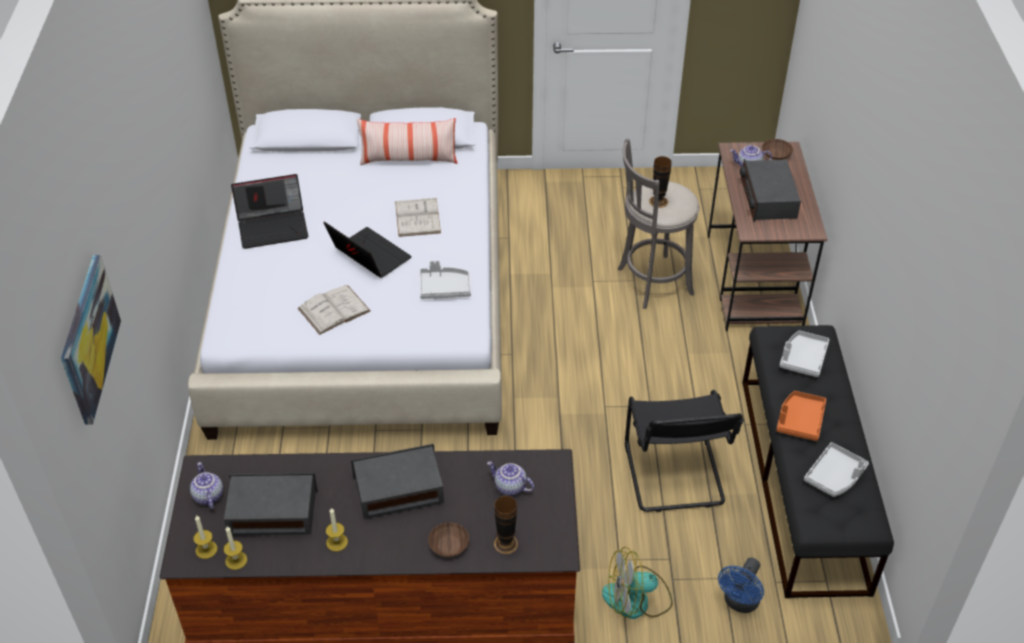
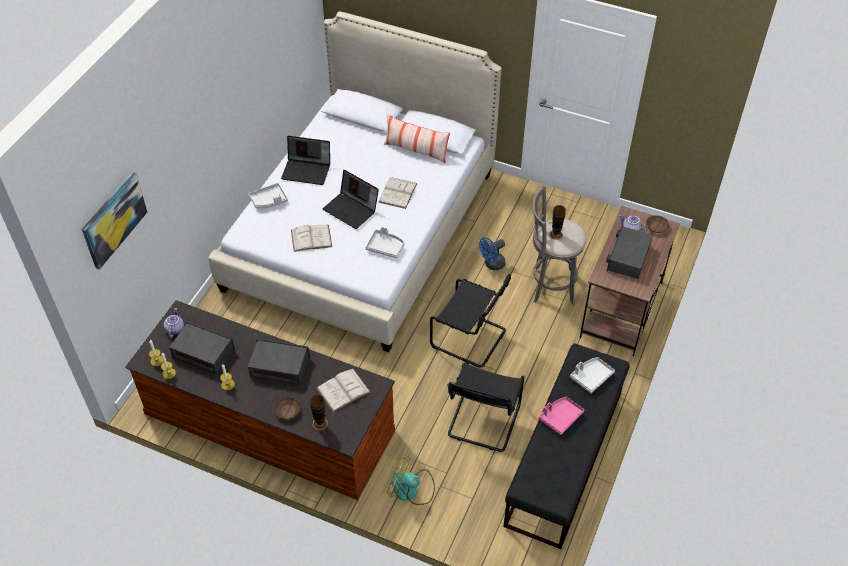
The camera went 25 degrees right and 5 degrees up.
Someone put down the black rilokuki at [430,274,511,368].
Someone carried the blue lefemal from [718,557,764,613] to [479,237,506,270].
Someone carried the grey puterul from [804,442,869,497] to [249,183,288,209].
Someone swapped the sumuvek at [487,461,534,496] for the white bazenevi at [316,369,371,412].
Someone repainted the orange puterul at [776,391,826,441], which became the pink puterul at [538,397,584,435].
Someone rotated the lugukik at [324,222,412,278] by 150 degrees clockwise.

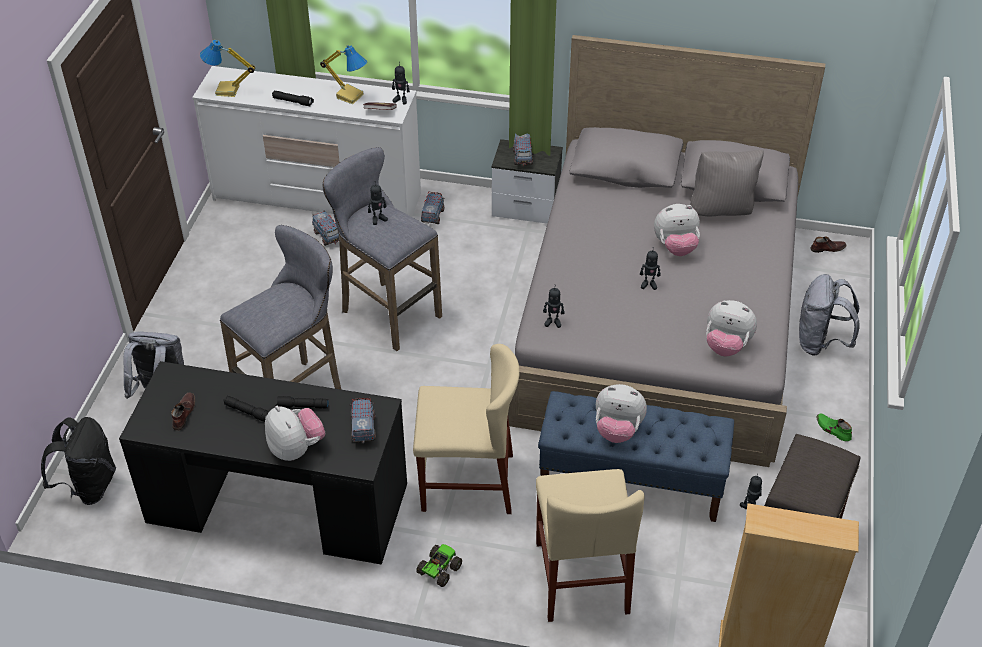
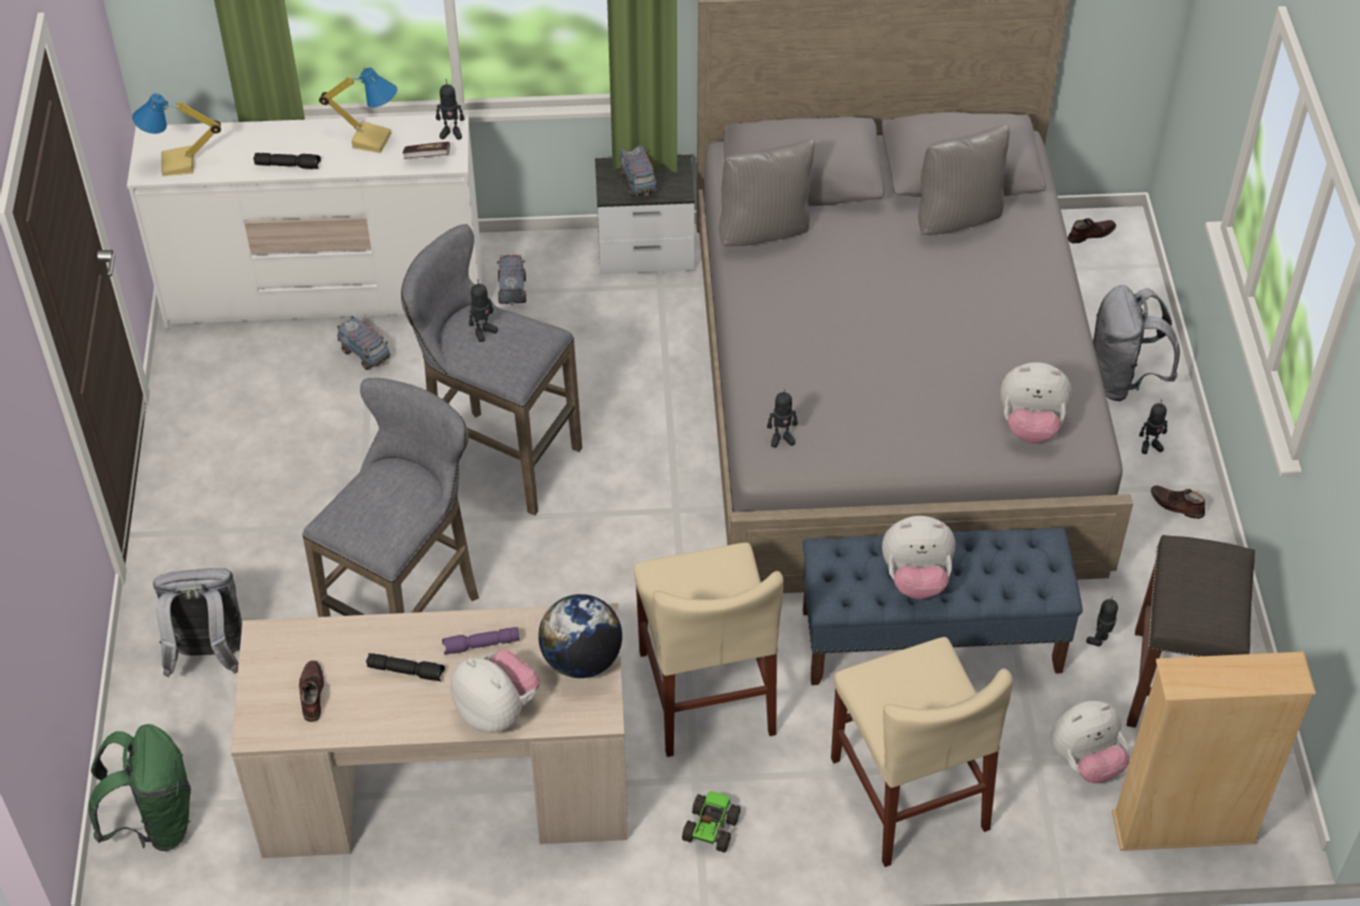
The camera went 15 degrees left and 5 degrees up.
Someone put down the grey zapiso at [719,140,814,246].
Someone carried the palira from [640,247,661,290] to [1139,400,1167,454].
Someone carried the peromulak from [654,204,700,256] to [1050,701,1130,783].
Someone swapped the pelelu at [350,398,376,444] for the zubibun at [538,594,622,678].
Someone repainted the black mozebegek at [41,417,116,505], which became the green mozebegek at [88,724,191,851].
Someone repainted the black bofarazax at [119,361,407,565], which became the beige bofarazax at [231,603,628,858].
Someone repainted the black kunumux at [276,396,329,409], which became the purple kunumux at [442,627,520,655].
Someone repainted the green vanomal at [817,413,852,442], which became the brown vanomal at [1151,486,1205,519].
Someone rotated the beige rilokuki at [413,344,520,514] by 90 degrees clockwise.

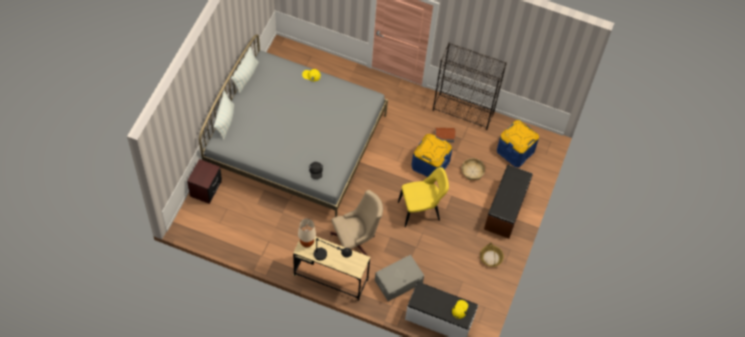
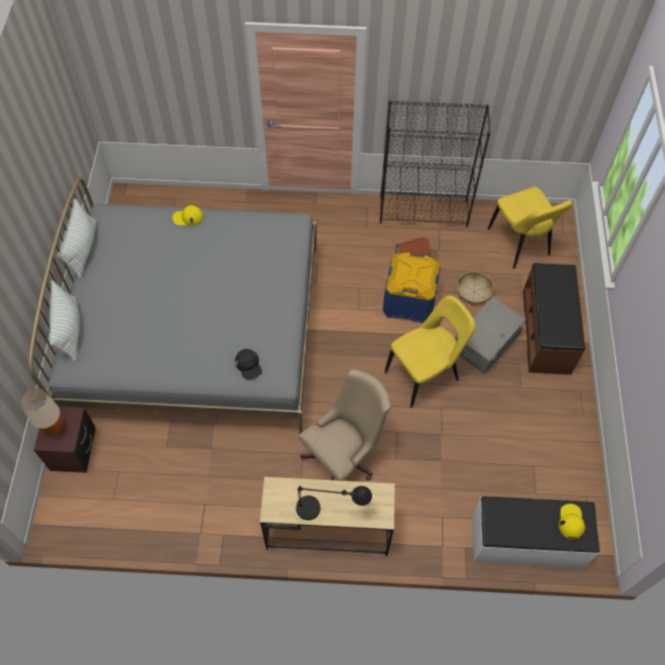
The camera went 15 degrees left and 0 degrees up.
Someone took away the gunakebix at [480,243,504,267].
Someone carried the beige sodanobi from [298,218,316,247] to [21,388,64,436].
Someone carried the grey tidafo from [375,255,424,301] to [455,297,526,375].
Someone swapped the blue tidafo at [497,120,539,167] for the yellow rilokuki at [488,187,573,269].

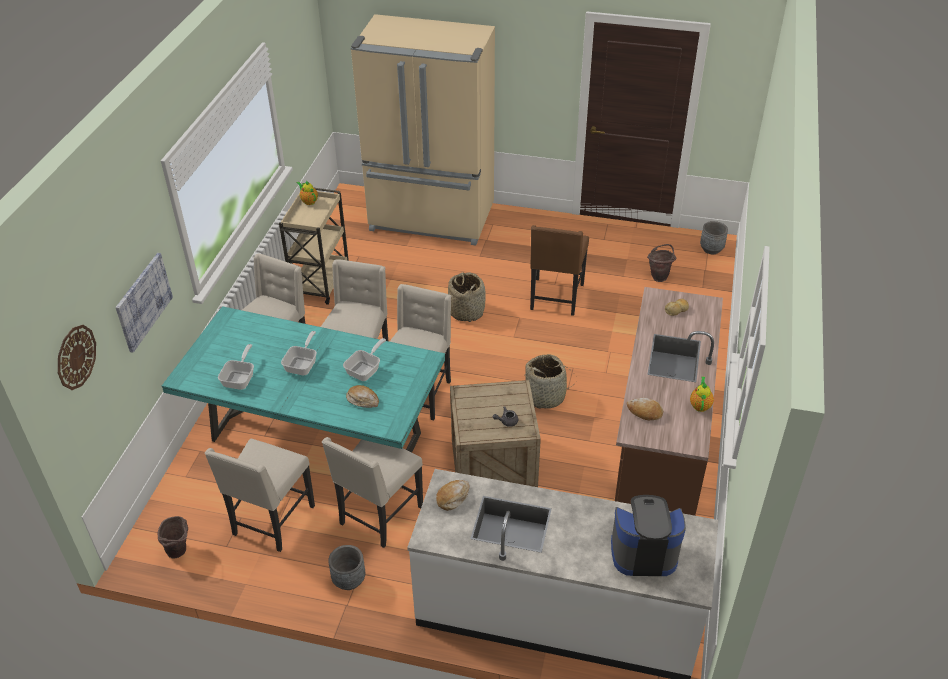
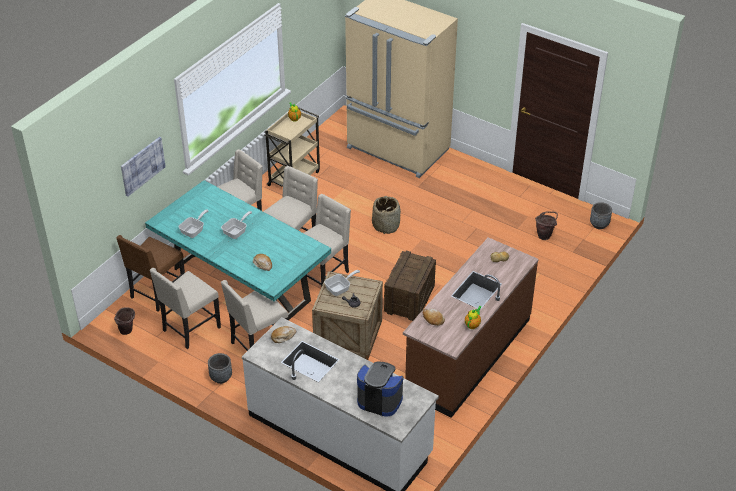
The camera went 20 degrees right and 0 degrees up.
Someone took away the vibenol at [58,325,96,390].
Someone carried the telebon from [343,338,386,381] to [324,270,360,296].
Someone carried the brown rilokuki from [530,225,589,316] to [116,235,185,312].
Someone swapped the gunakebix at [523,354,576,409] for the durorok at [384,251,436,321].

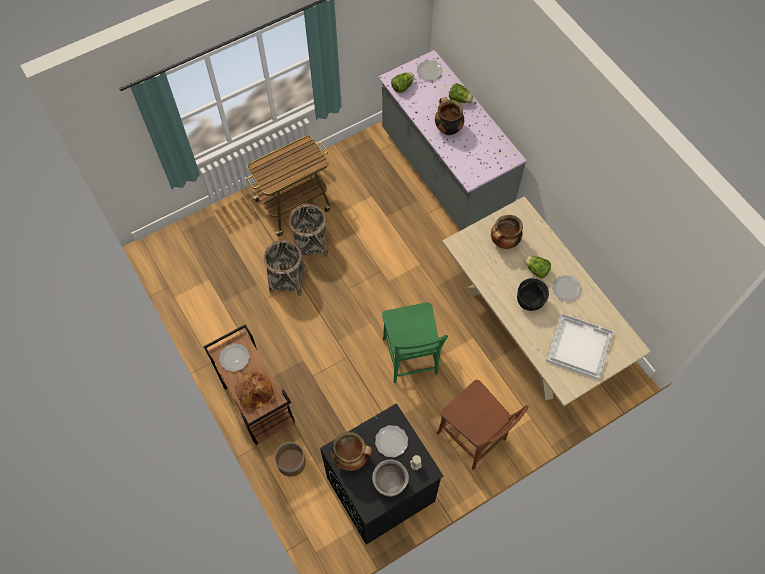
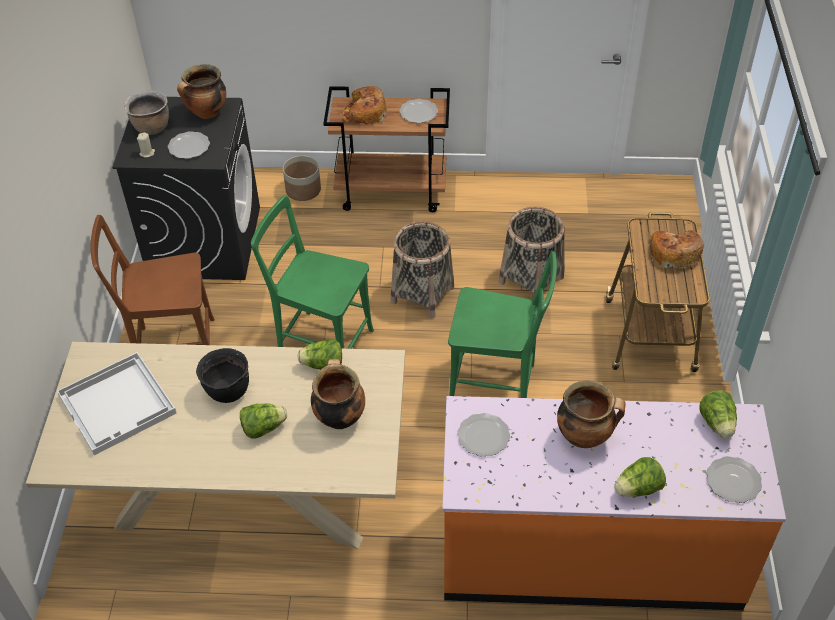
The camera went 125 degrees right and 15 degrees down.
Someone put down the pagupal at [298,339,342,370].
Someone put down the green rilokuki at [448,251,557,398].
Someone put down the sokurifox at [649,230,704,268].
Someone carried the gunakebix from [289,204,328,258] to [391,221,454,318].
Someone carried the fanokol from [552,275,582,302] to [457,413,510,457].
Someone repainted the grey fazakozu at [378,50,527,230], which became the orange fazakozu at [442,396,786,611].

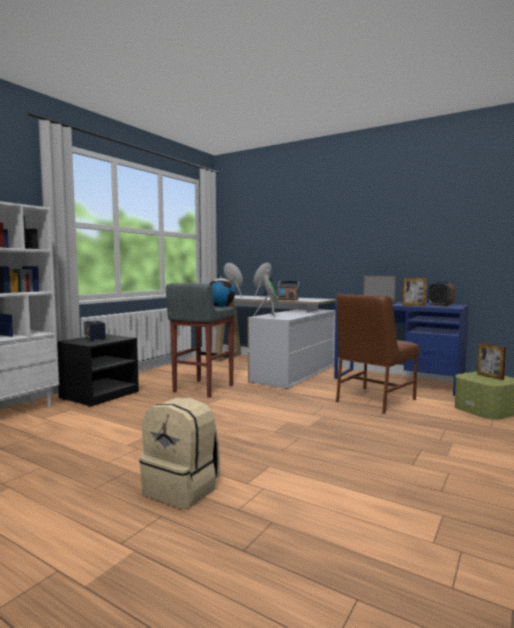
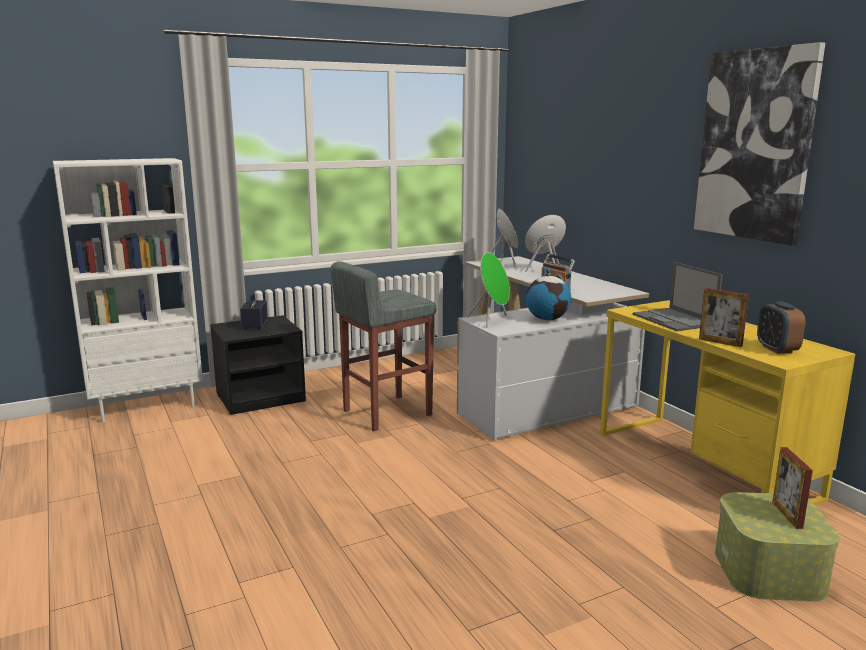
The camera went 30 degrees right and 10 degrees up.
Someone took away the beige mozebegek at [139,398,220,509].
Someone took away the brown rilokuki at [336,294,420,414].
Someone put up the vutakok at [694,42,825,245].
Someone carried the zubibun from [209,274,235,307] to [526,270,571,320].
Someone repainted the blue bofarazax at [334,302,469,396], which became the yellow bofarazax at [600,300,855,505].

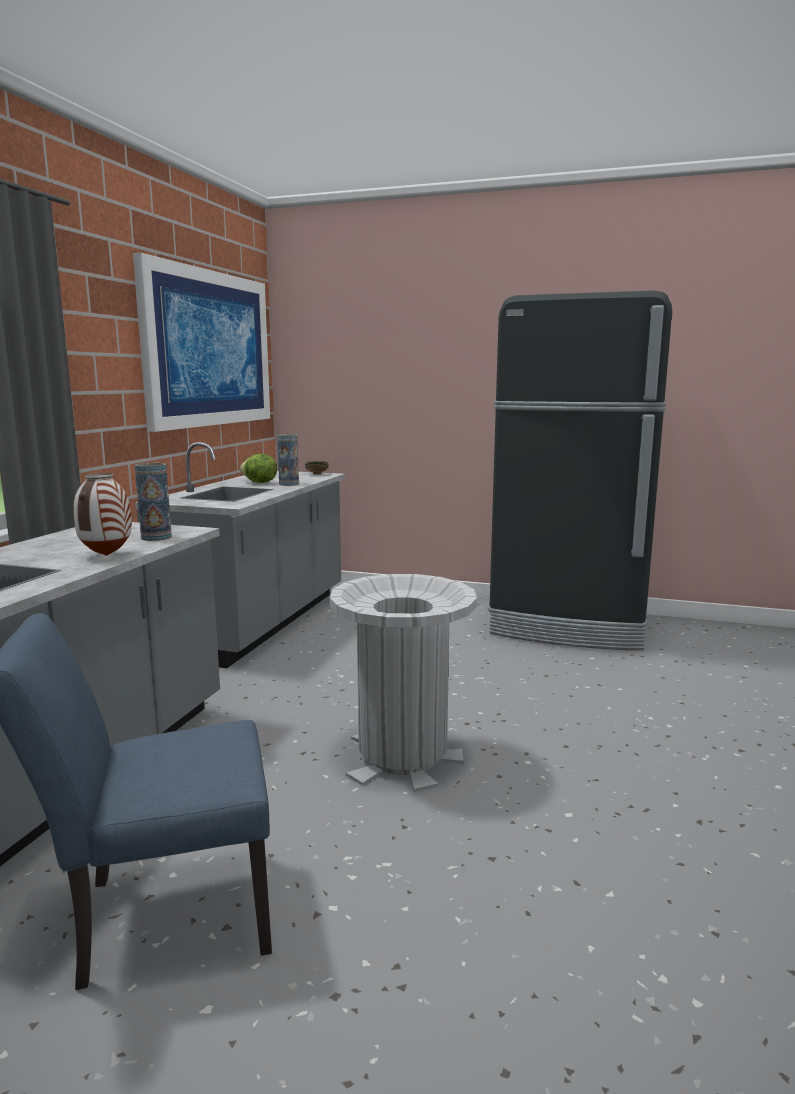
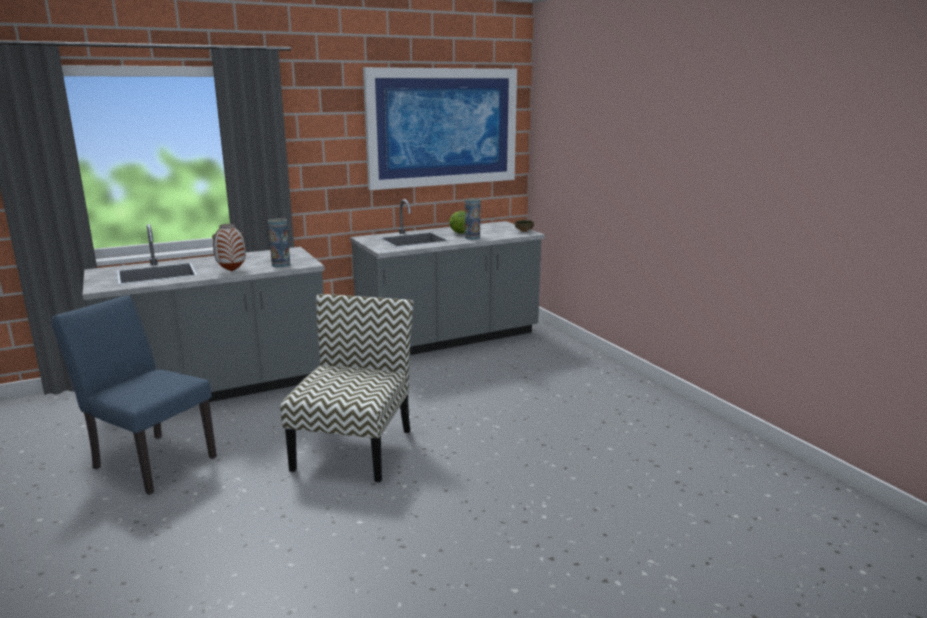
The camera went 45 degrees right and 5 degrees up.
Someone took away the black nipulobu at [488,291,672,650].
Someone swapped the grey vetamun at [330,574,477,792] for the rilokuki at [280,294,413,482].

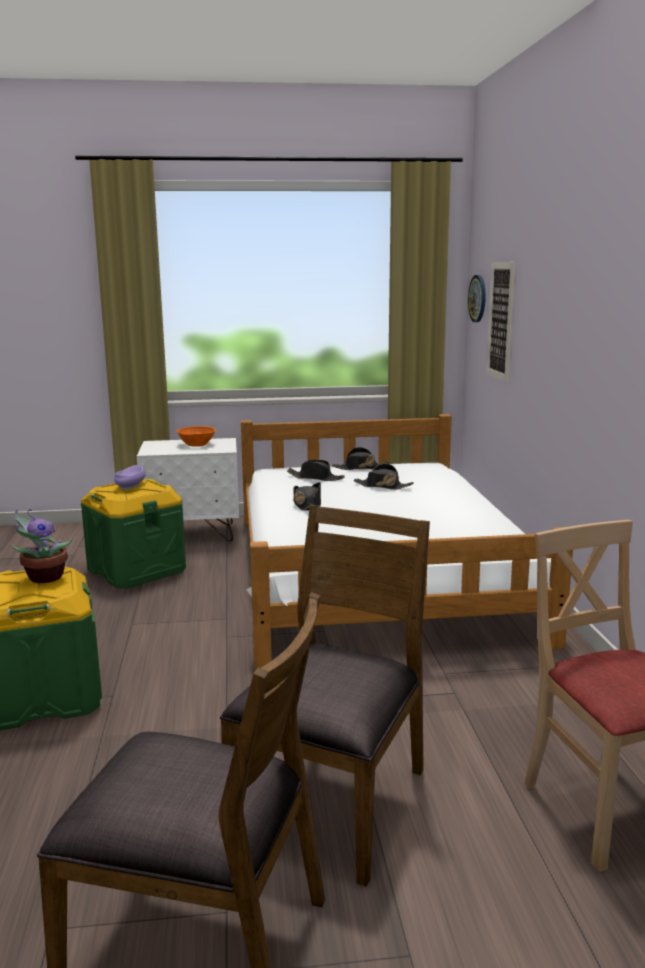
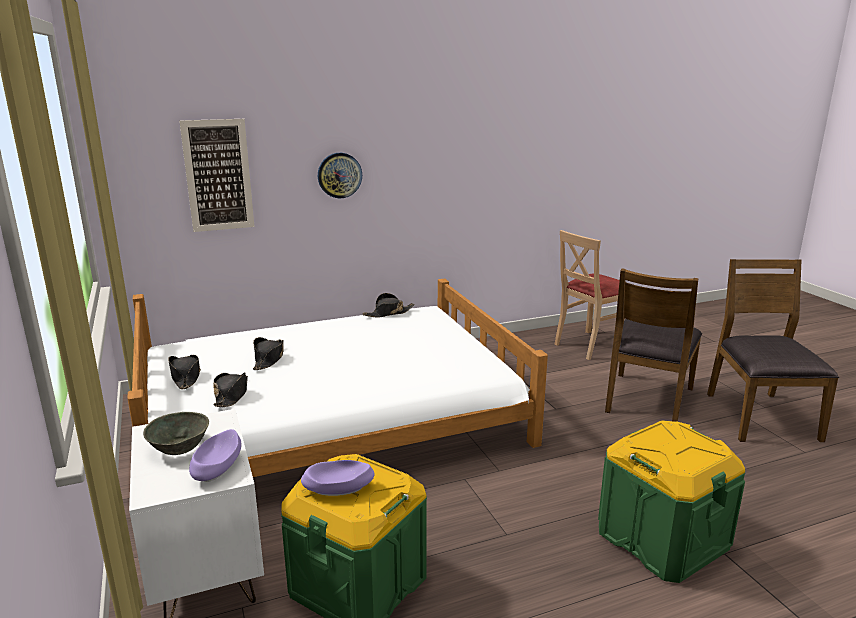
The camera went 105 degrees left and 5 degrees up.
Someone took away the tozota at [11,509,74,583].
Someone put down the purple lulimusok at [189,429,241,482].
Someone carried the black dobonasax from [293,482,321,510] to [363,293,415,318].
Someone carried the vibenol from [468,275,486,322] to [318,153,362,198].
Someone repainted the orange lulimusok at [176,426,216,447], which became the grey lulimusok at [143,412,209,455].
Someone rotated the brown rilokuki at [220,505,430,886] by 75 degrees counterclockwise.

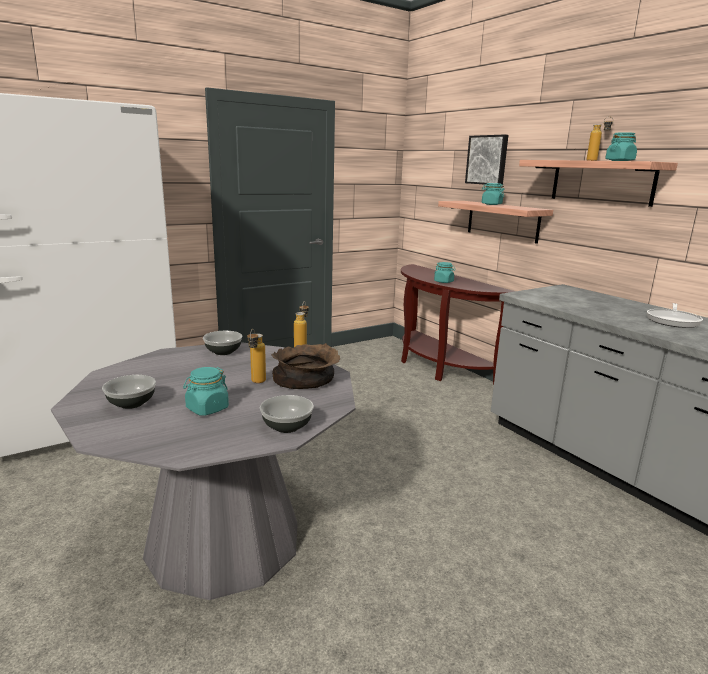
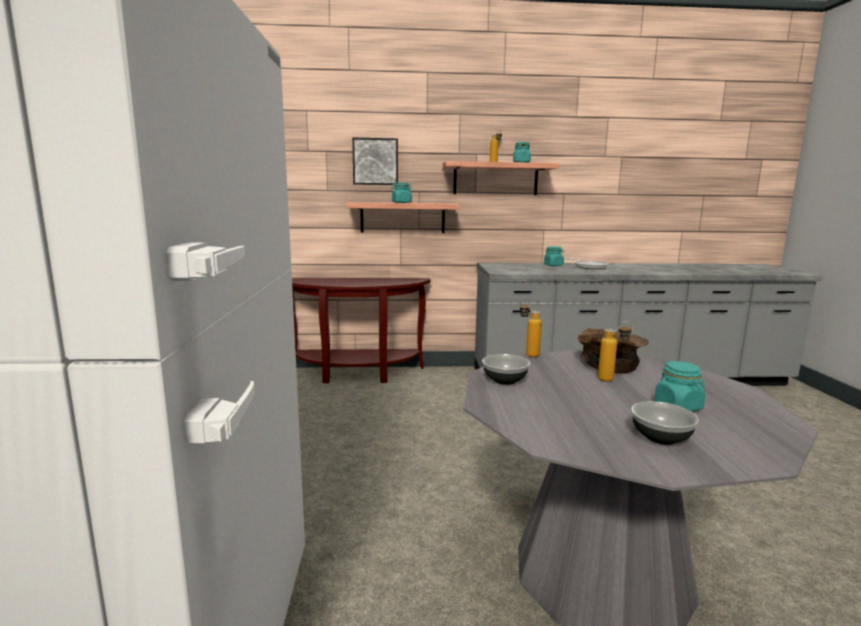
The camera went 60 degrees left and 5 degrees down.
Someone took away the lulimusok at [260,395,314,433].
Someone carried the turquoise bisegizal from [434,262,455,283] to [544,246,564,266].

